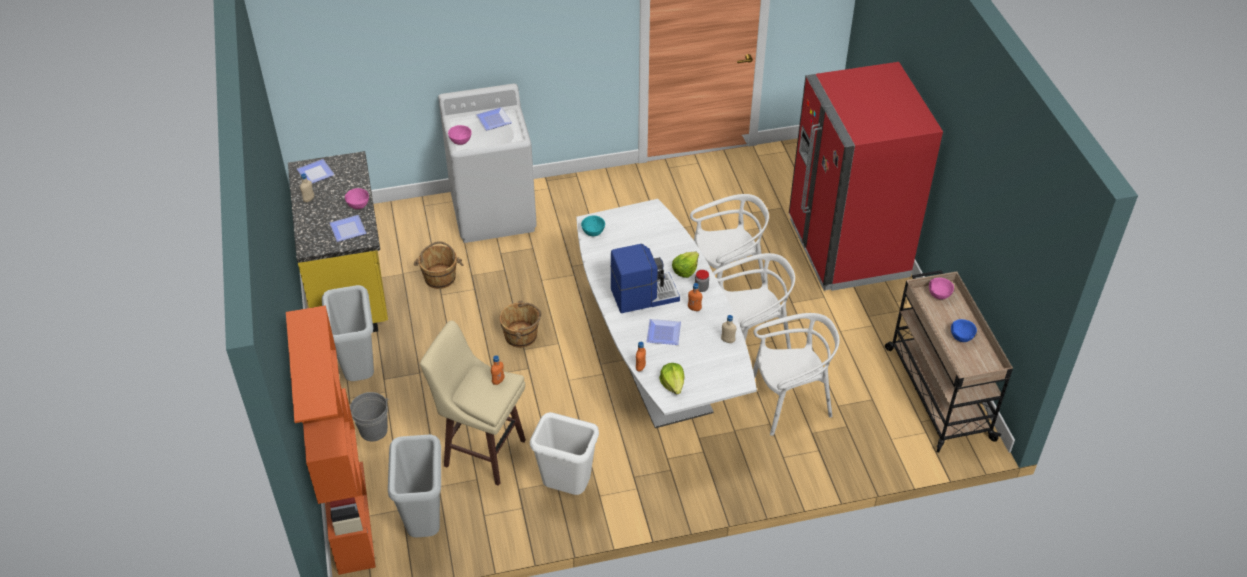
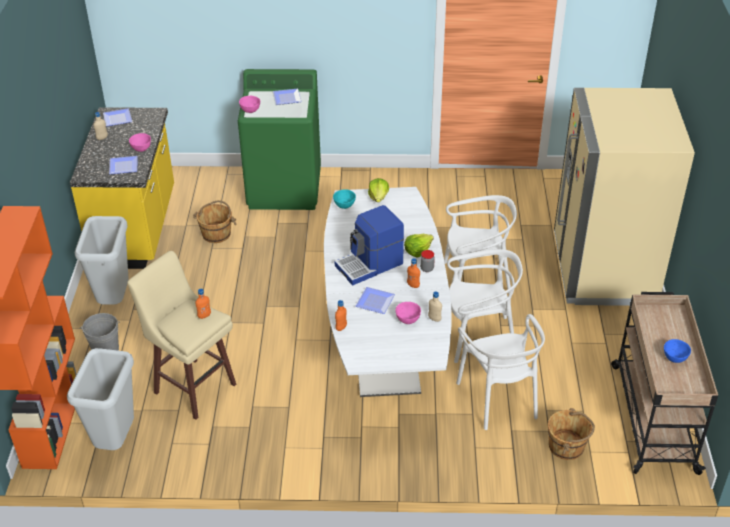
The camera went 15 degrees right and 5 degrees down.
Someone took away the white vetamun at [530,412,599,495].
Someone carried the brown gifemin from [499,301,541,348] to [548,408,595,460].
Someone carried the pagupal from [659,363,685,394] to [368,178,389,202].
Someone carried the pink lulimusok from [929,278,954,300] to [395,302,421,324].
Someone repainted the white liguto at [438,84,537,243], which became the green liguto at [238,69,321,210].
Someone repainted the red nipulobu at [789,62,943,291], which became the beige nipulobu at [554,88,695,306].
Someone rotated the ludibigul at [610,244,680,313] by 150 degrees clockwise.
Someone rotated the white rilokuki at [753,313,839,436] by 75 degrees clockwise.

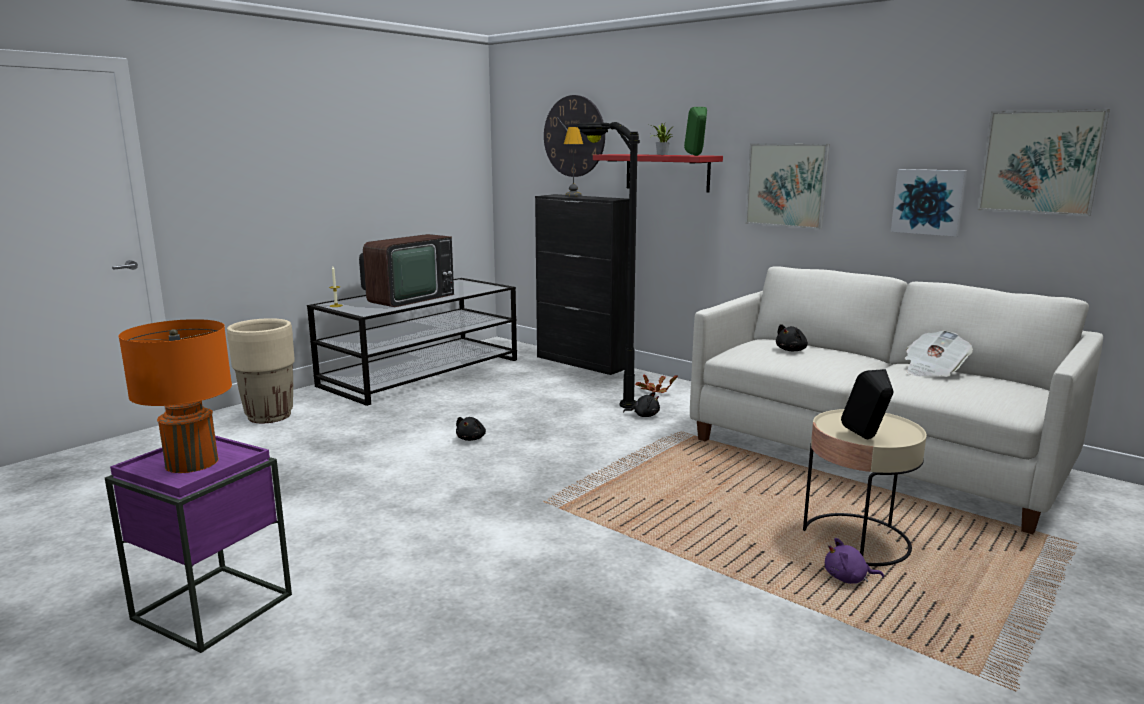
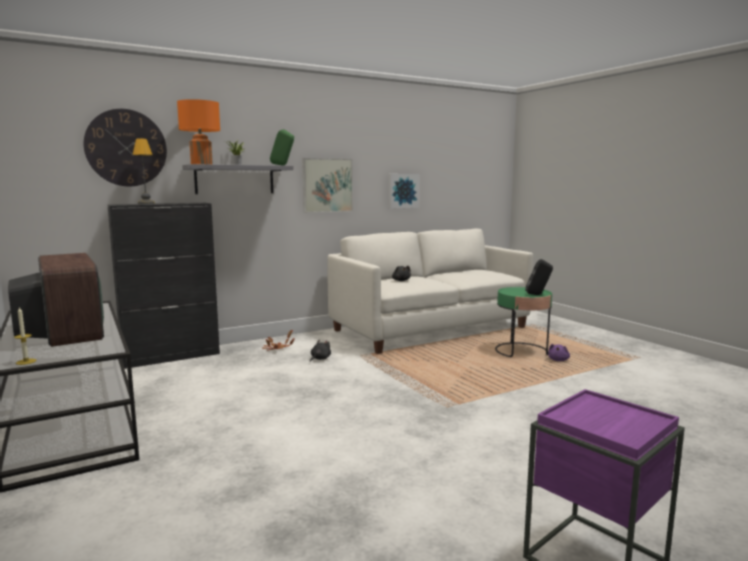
The camera went 70 degrees left and 5 degrees down.
Someone took away the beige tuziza at [227,318,295,423].
Someone took away the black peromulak at [456,417,486,441].
Someone took away the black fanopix at [576,122,640,408].
Someone took away the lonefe at [904,330,973,377].
Someone took away the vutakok at [977,109,1110,216].
Someone carried the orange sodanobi from [119,319,232,473] to [177,99,220,164].
Someone repainted the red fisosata at [593,154,723,192], which became the grey fisosata at [182,164,294,194].
Someone repainted the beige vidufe at [803,409,927,566], which became the green vidufe at [495,287,552,357].

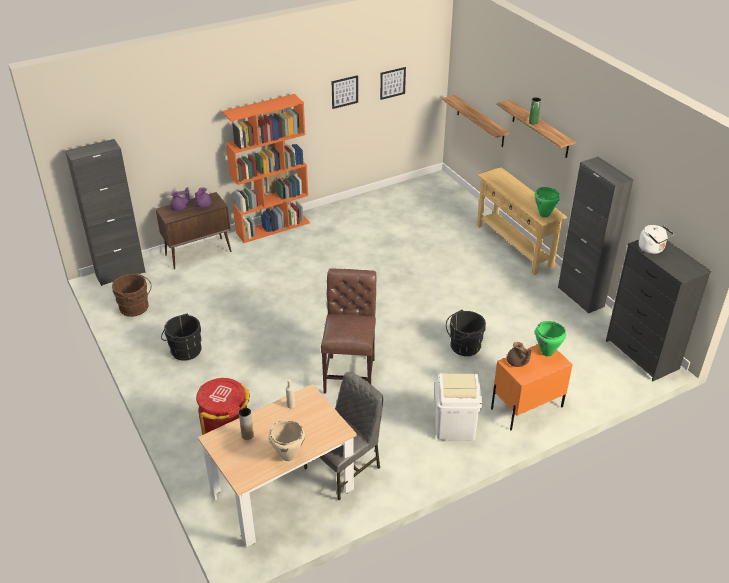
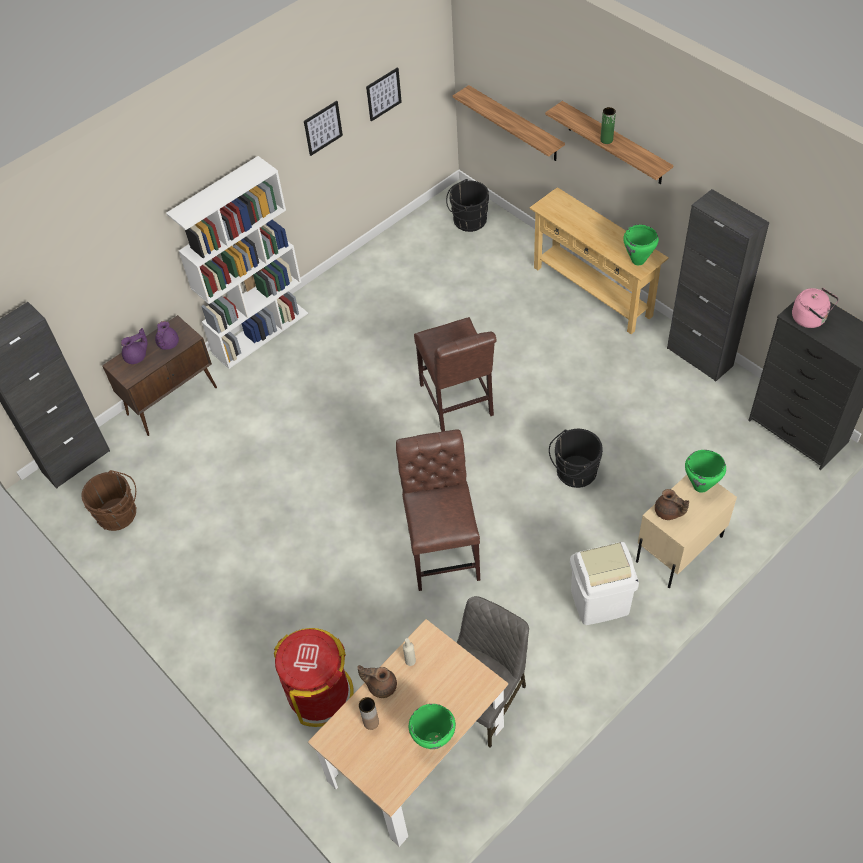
The camera went 10 degrees left and 15 degrees up.
Someone put down the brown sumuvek at [357,665,397,698].
Someone put down the brown rilokuki at [414,317,497,431].
Someone carried the black gifemin from [161,313,202,361] to [446,179,489,232].
Someone repainted the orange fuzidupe at [222,94,310,243], which became the white fuzidupe at [166,156,308,369].
Someone repainted the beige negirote at [269,420,305,461], which became the green negirote at [409,704,456,749].
Someone repainted the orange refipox at [491,344,573,430], which became the beige refipox at [636,475,737,588].
Someone repainted the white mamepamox at [639,225,674,254], which became the pink mamepamox at [792,288,839,328].

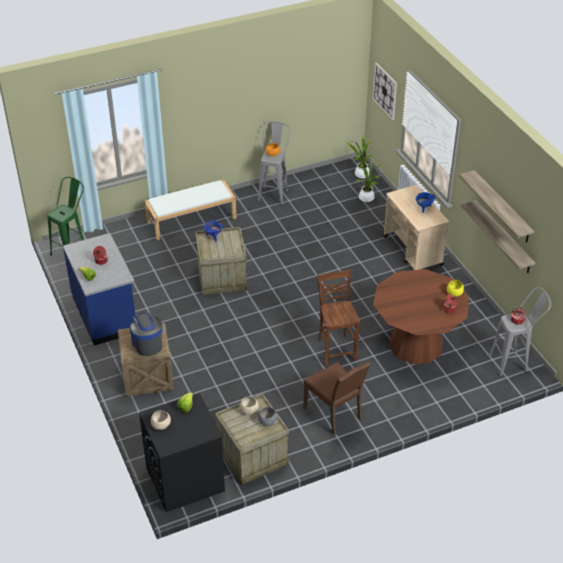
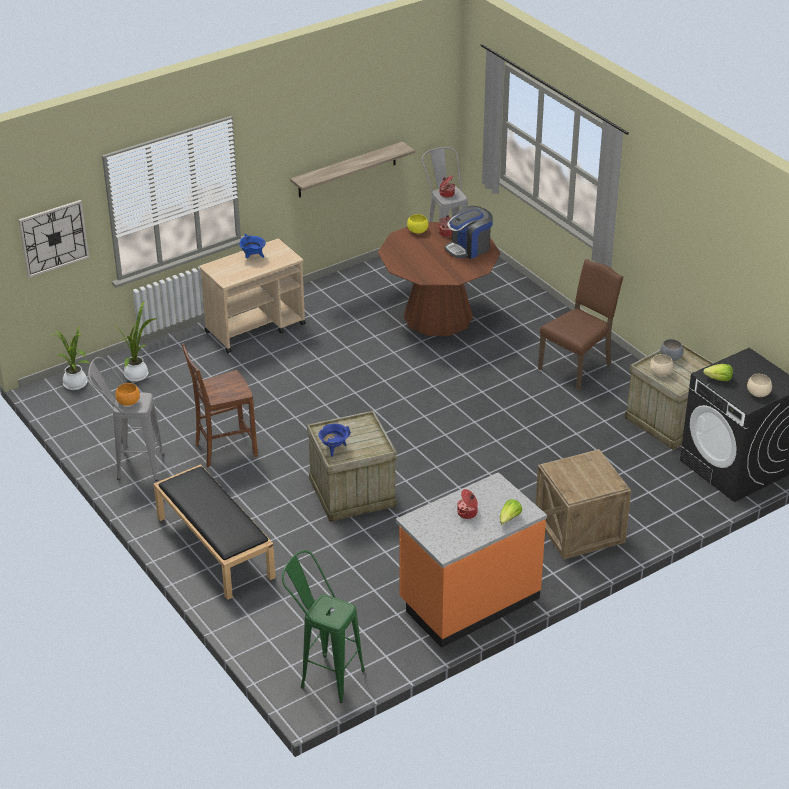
The camera went 100 degrees left and 5 degrees down.
Someone took away the fisosata at [459,170,535,242].
Someone carried the ludibigul from [130,312,163,356] to [444,206,493,259].
Someone carried the brown rilokuki from [317,269,360,366] to [182,343,258,467].
Someone repainted the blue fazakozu at [63,233,135,346], which became the orange fazakozu at [396,472,547,648].
Someone repainted the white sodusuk at [145,180,236,240], which became the black sodusuk at [153,464,276,600].

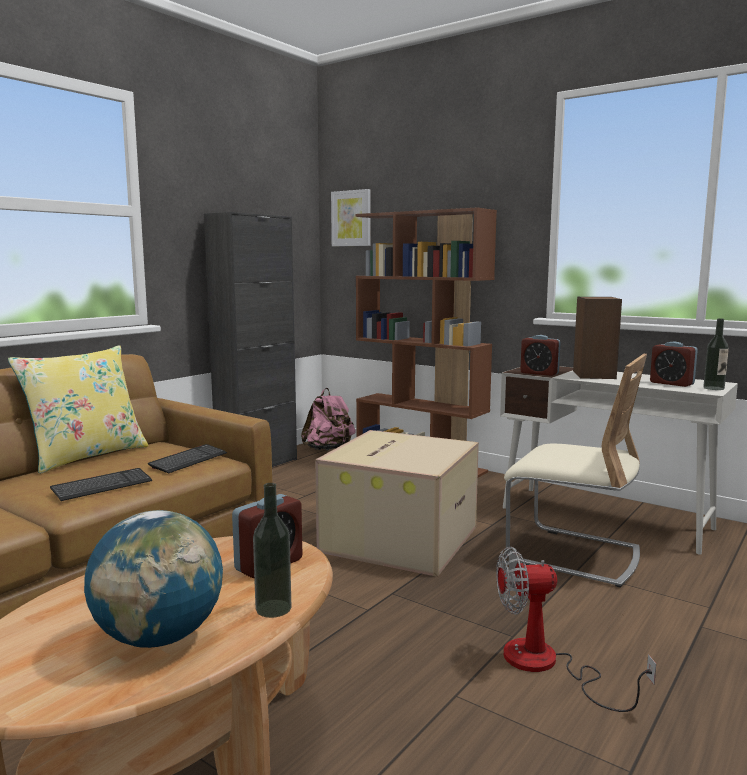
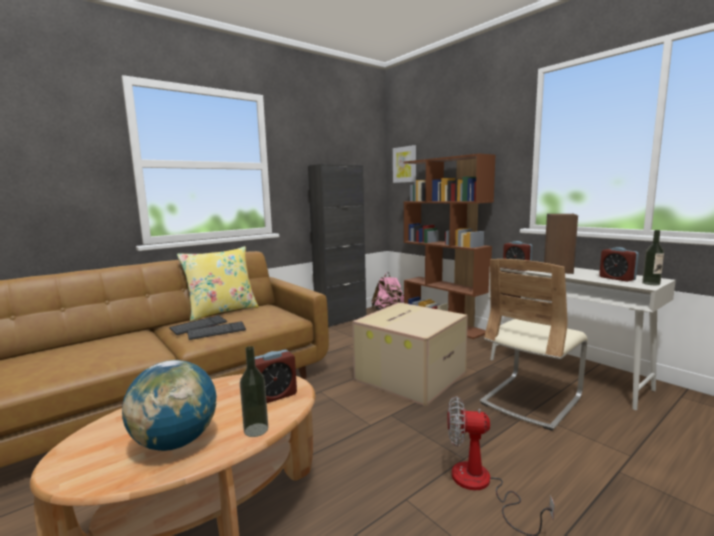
The camera went 15 degrees right and 0 degrees up.
Someone carried the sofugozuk from [148,444,227,473] to [169,315,227,335].
Someone rotated the beige rilokuki at [504,354,647,588] by 90 degrees clockwise.

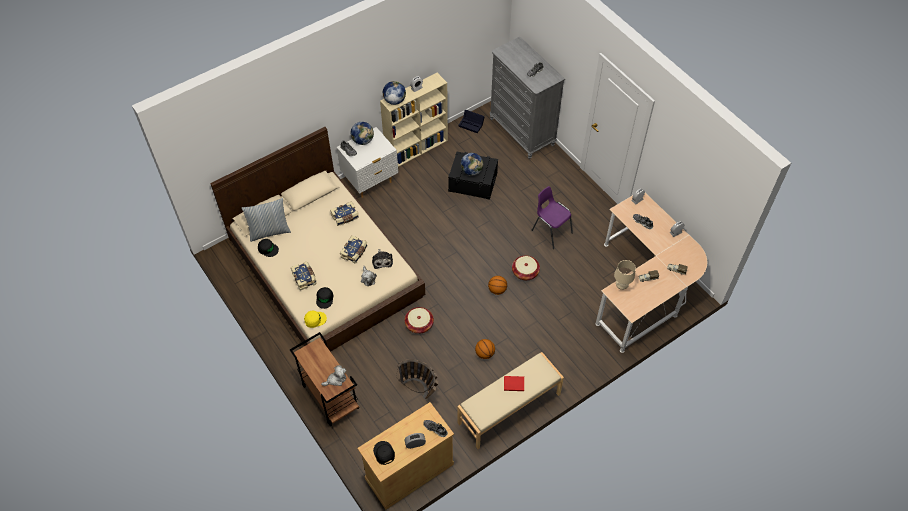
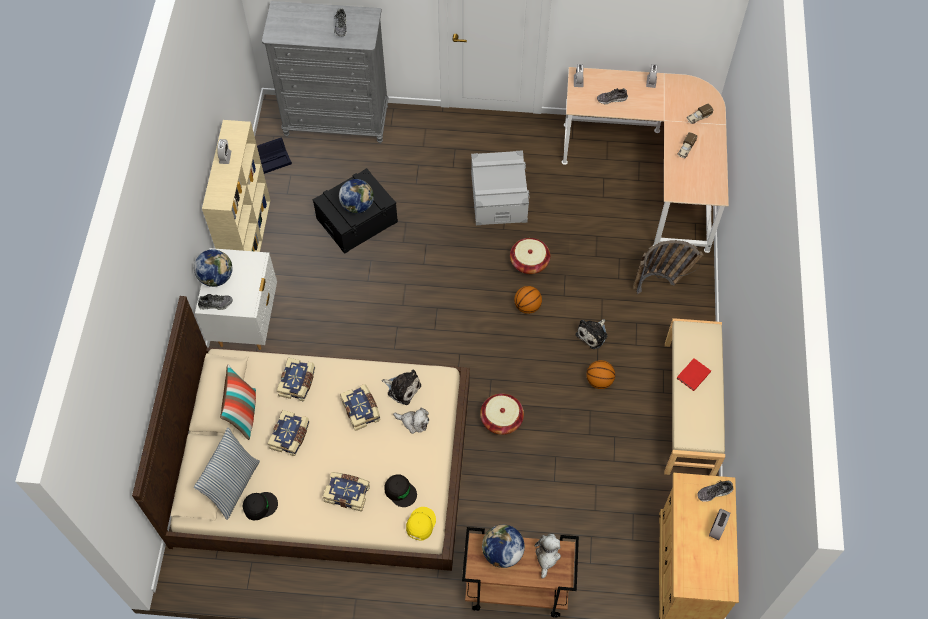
The camera went 50 degrees left and 5 degrees up.
Someone took away the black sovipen at [373,441,395,465].
Someone took away the beige sodanobi at [614,260,636,290].
Someone put down the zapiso at [220,365,256,440].
Someone put down the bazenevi at [268,410,309,456].
Someone put down the peromulak at [576,319,607,349].
Someone carried the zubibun from [383,81,406,105] to [482,525,525,568].
Someone carried the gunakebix from [396,359,438,399] to [633,240,704,294].
Someone swapped the purple rilokuki at [531,186,573,249] for the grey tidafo at [471,150,530,225].

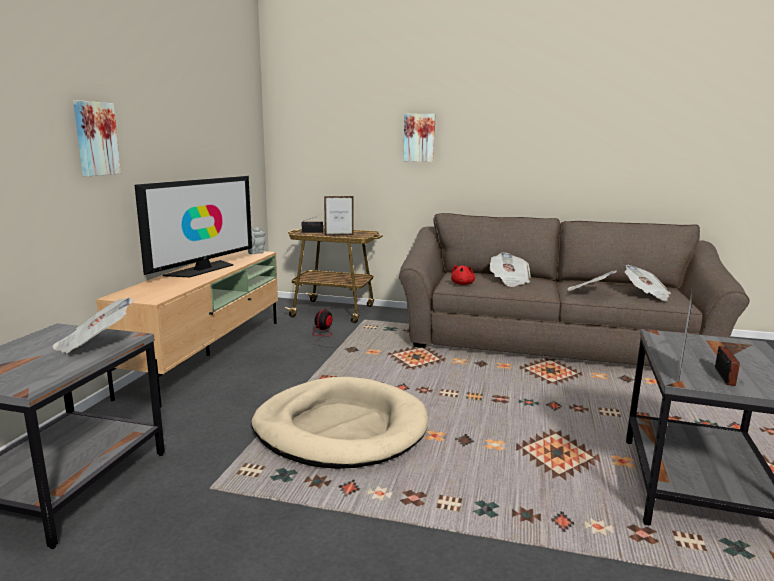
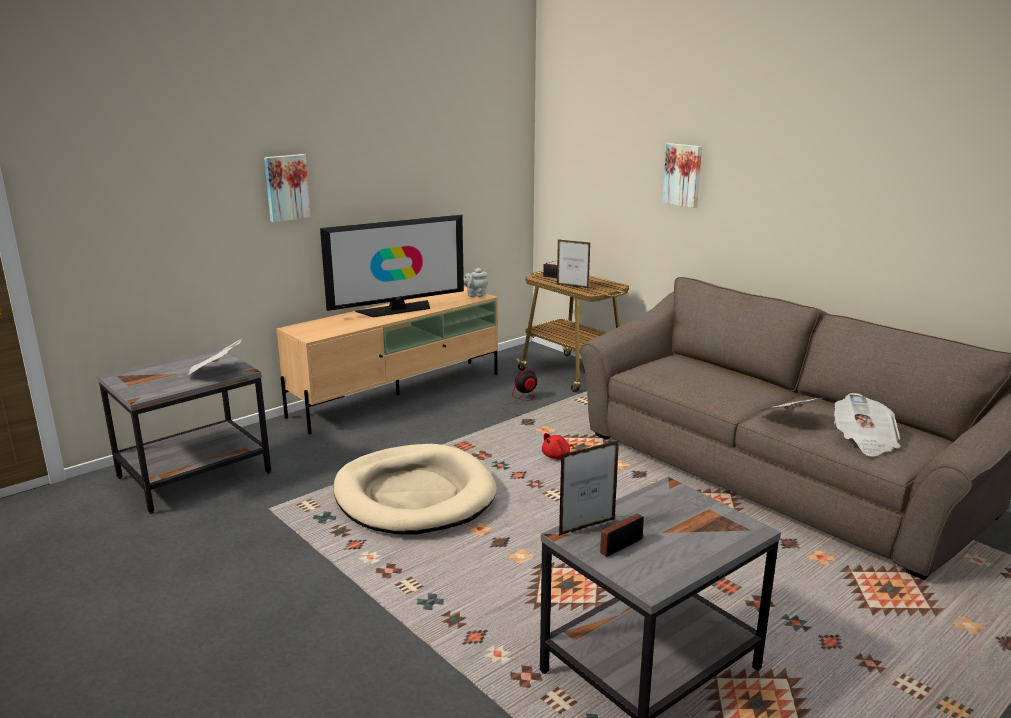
The camera went 35 degrees right and 5 degrees up.
Someone took away the lonefe at [489,253,531,287].
Someone carried the red peromulak from [451,265,475,285] to [542,433,574,459].

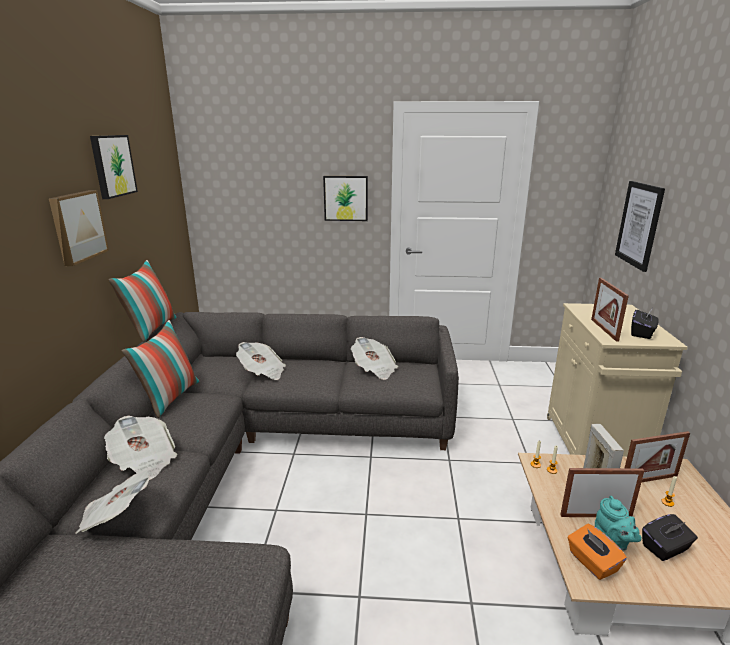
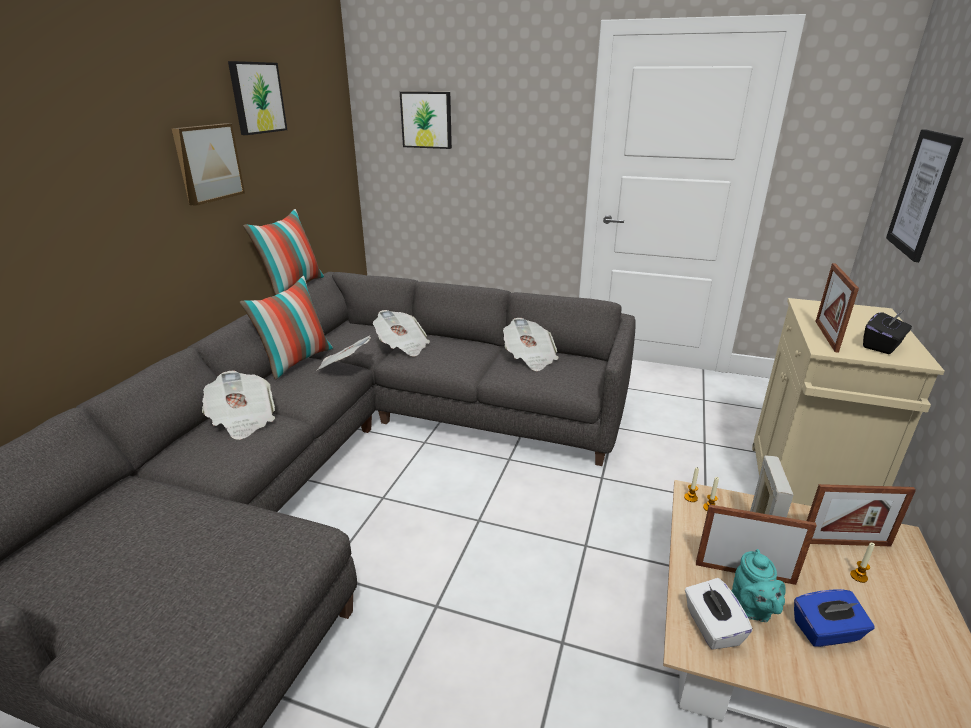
The camera went 15 degrees right and 5 degrees up.
Someone carried the lonefe from [75,469,150,534] to [317,335,371,370].
Someone carried the vutakok from [323,176,368,221] to [400,92,452,149].
Someone repainted the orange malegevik at [568,524,627,580], which became the white malegevik at [685,578,753,650].
Someone repainted the black malegevik at [642,514,698,561], which became the blue malegevik at [794,589,875,647].

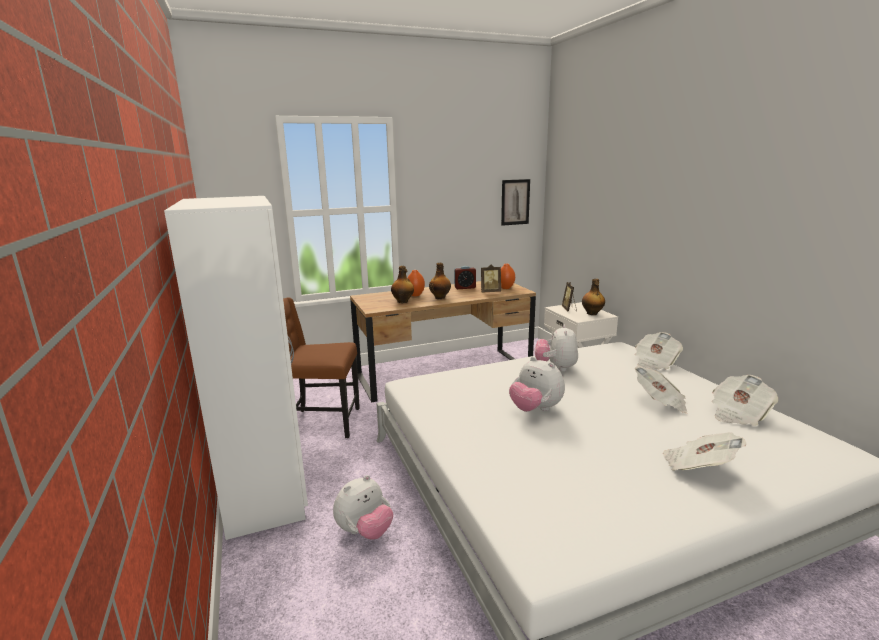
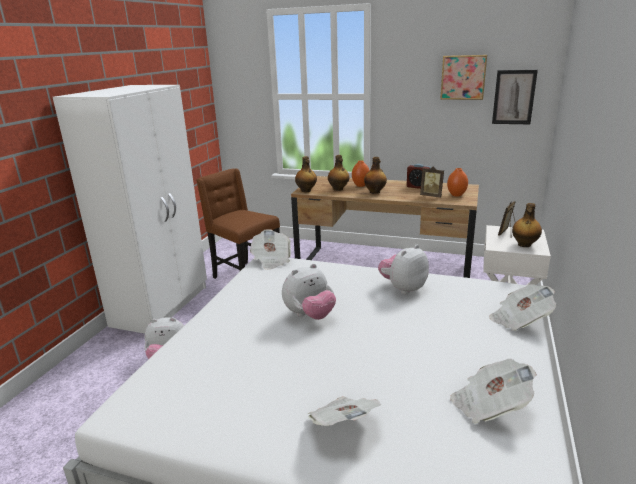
The camera went 40 degrees right and 5 degrees up.
Someone put down the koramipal at [295,156,317,192].
Someone put up the vutakok at [440,55,487,100].
Someone carried the lonefe from [635,367,687,413] to [250,229,291,270].
Someone rotated the peromulak at [509,357,565,412] by 120 degrees counterclockwise.

